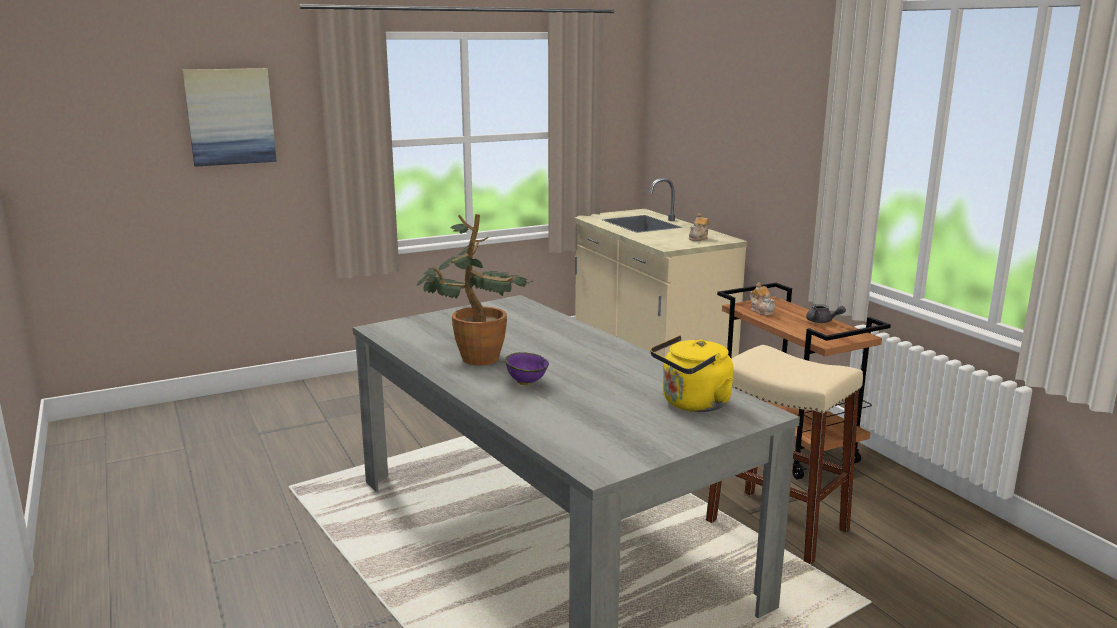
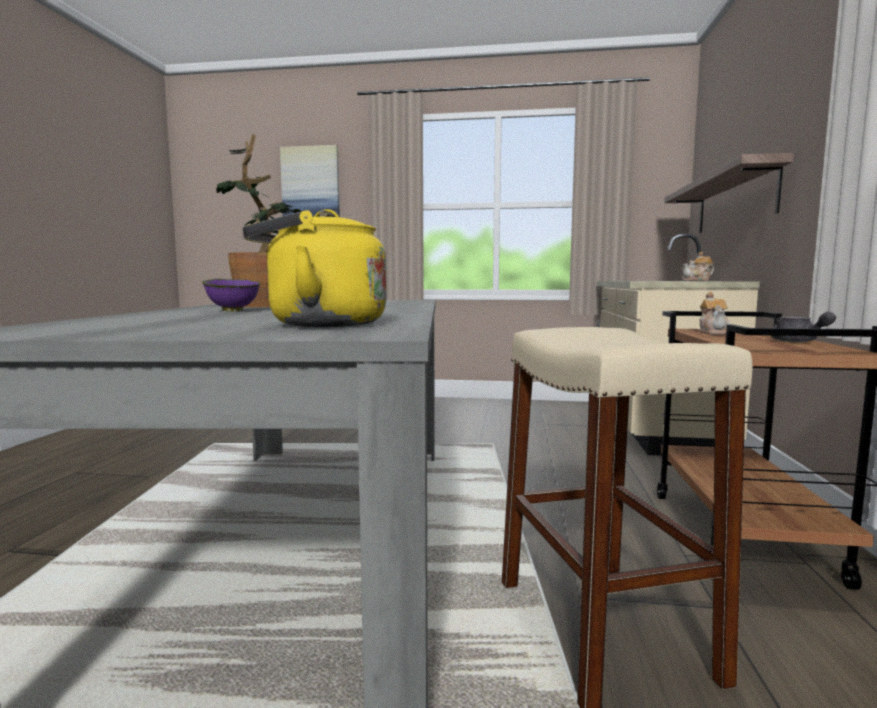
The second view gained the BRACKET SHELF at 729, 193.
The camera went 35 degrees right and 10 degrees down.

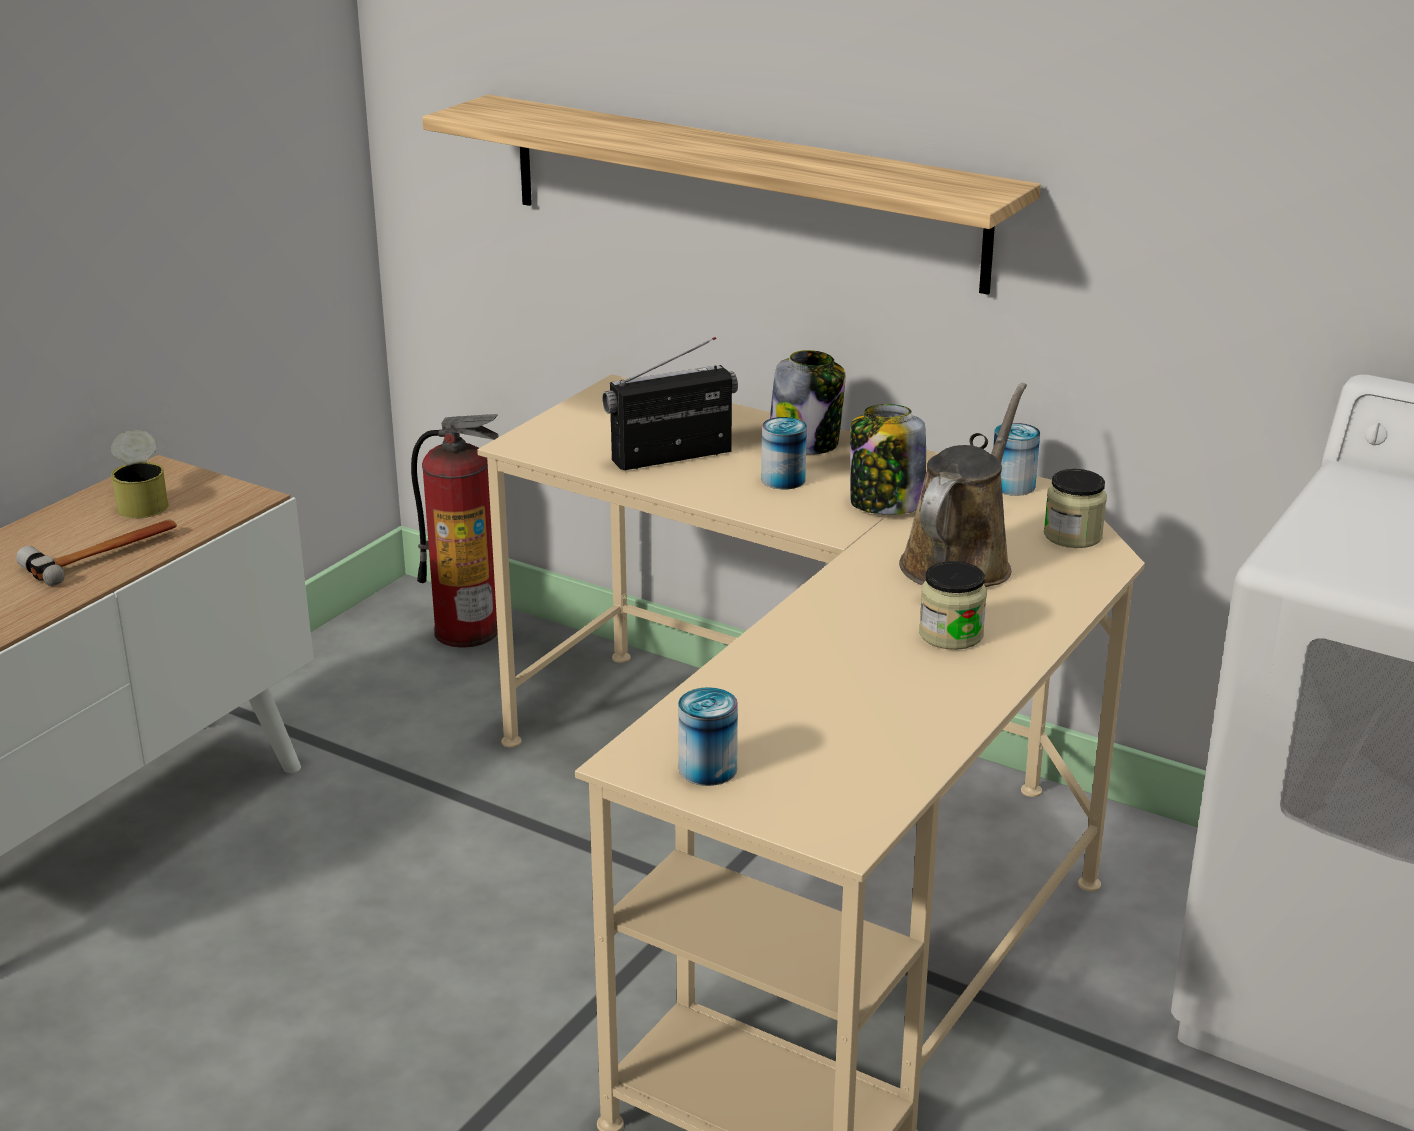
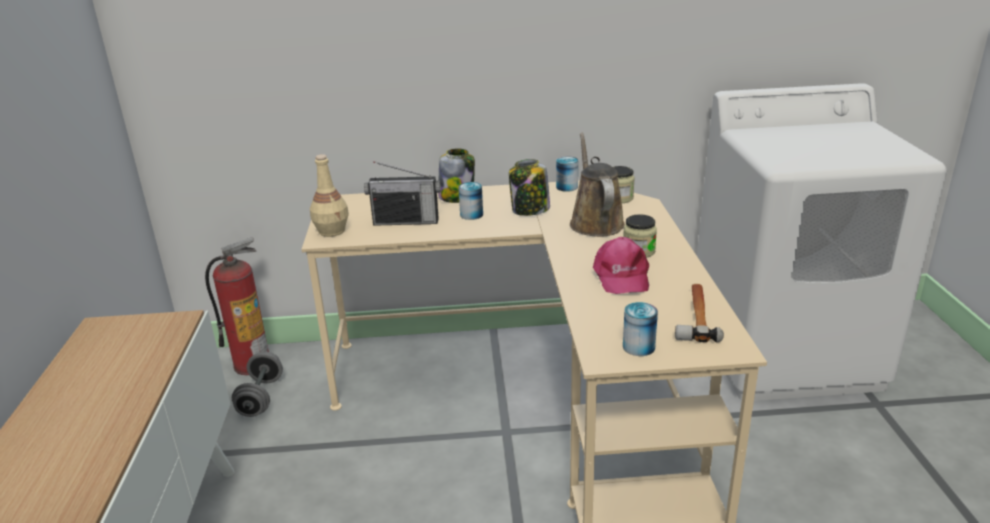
The second view lost the BRACKET SHELF at 731, 195.
The RADIO SET at 670, 403 ended up facing another way, 120 degrees counterclockwise from before.
The second view lost the SEALED CAN at 140, 474.
The TOOL HAMMER ended up elsewhere, having gone from 96, 553 to 699, 313.
The second view gained the BEIGE-COLOURED BOTTLE at 329, 195.
The second view gained the PINK PEAKED CAP at 621, 265.
The second view gained the GRAY HAND WEIGHT at 257, 384.
The camera went 35 degrees left and 0 degrees up.

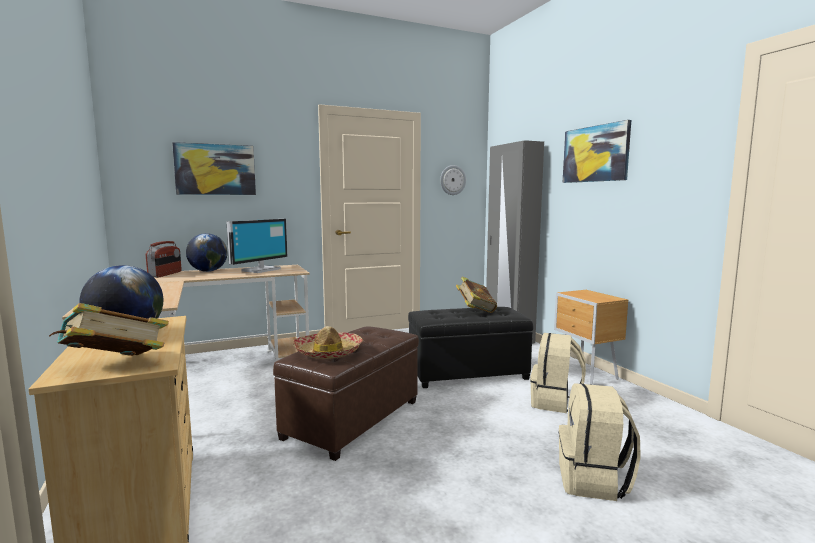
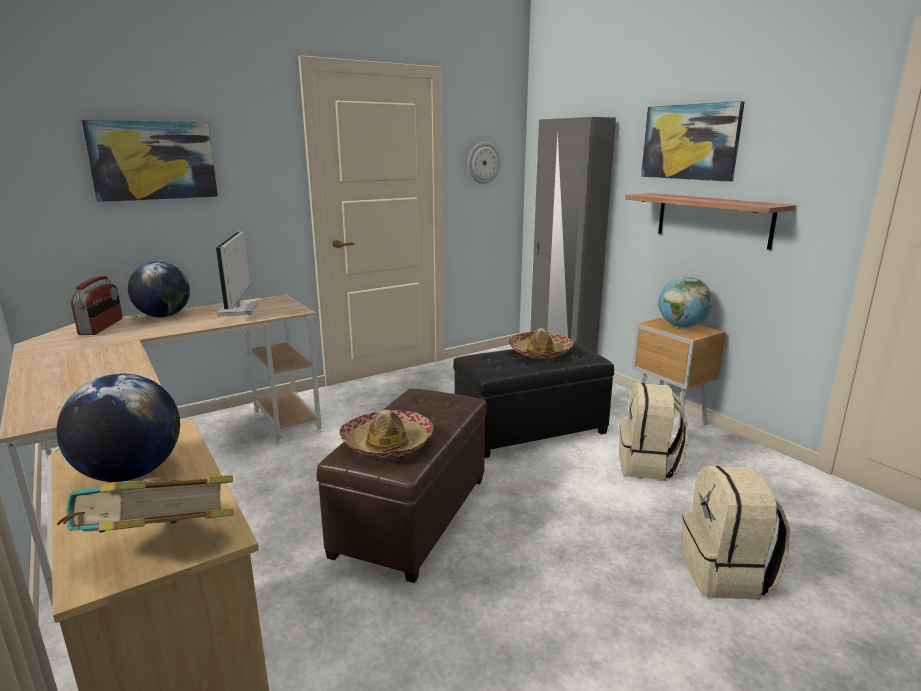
The COMPUTER DISPLAY at 256, 246 ended up facing another way, 150 degrees clockwise from before.
Where the BOUND BOOK stood at 476, 295, the CLOTHING HAT came to stand at 541, 343.
The second view gained the BRACKET SHELF at 710, 221.
The second view gained the DESK GLOBE at 685, 302.
The camera went 10 degrees left and 10 degrees up.

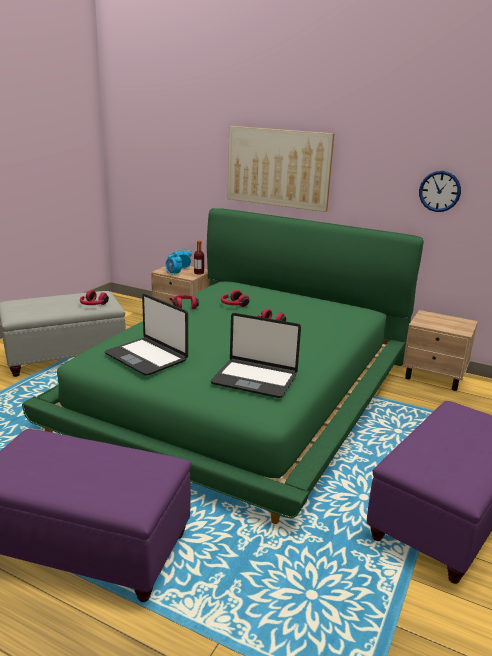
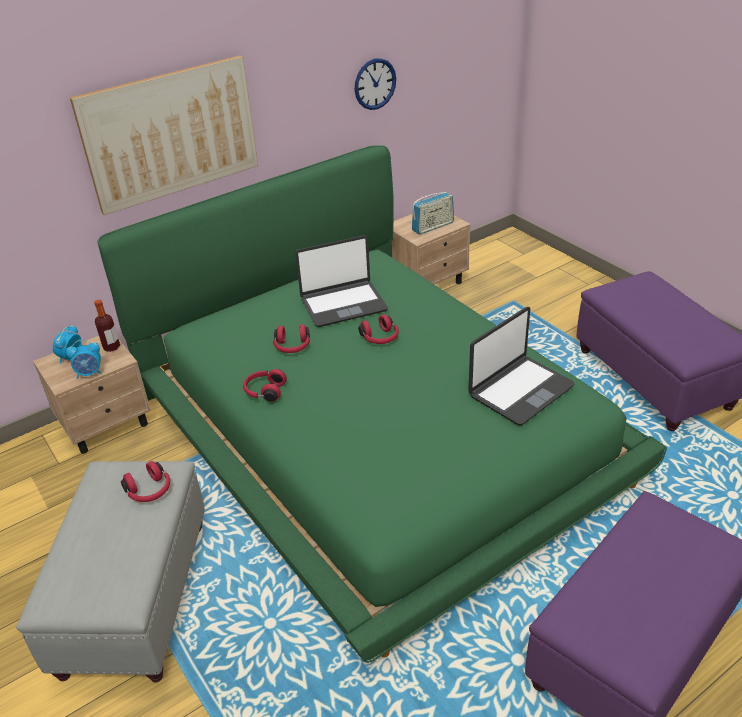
The PORTABLE COMPUTER ended up elsewhere, having gone from 146, 335 to 341, 281.
The second view gained the RADIO SET at 433, 213.
The camera went 60 degrees left and 15 degrees up.

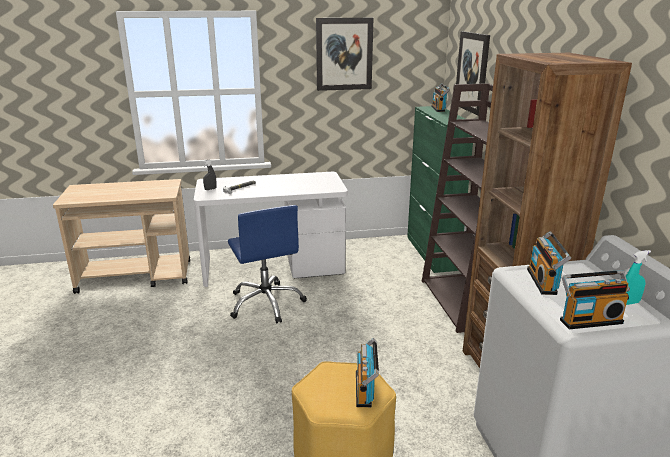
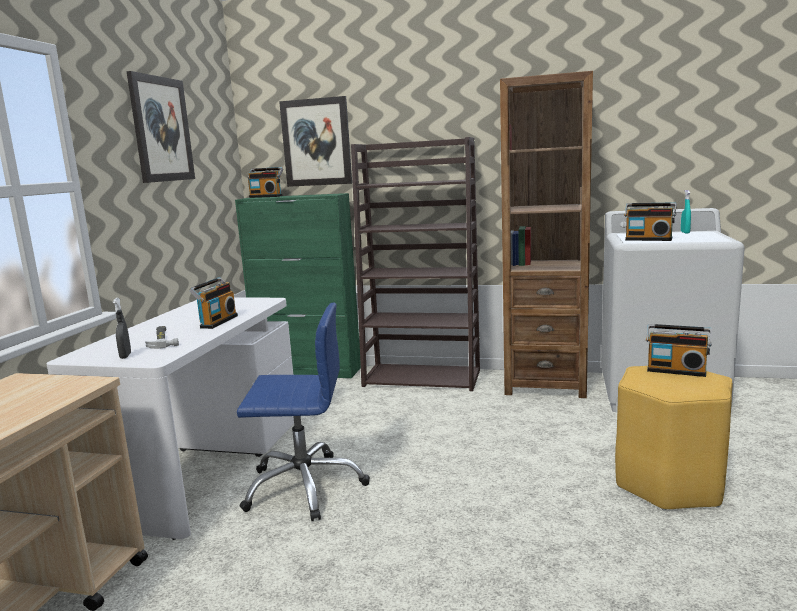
The RADIO SET ended up elsewhere, having gone from 595, 299 to 213, 303.
The camera went 65 degrees left and 10 degrees down.

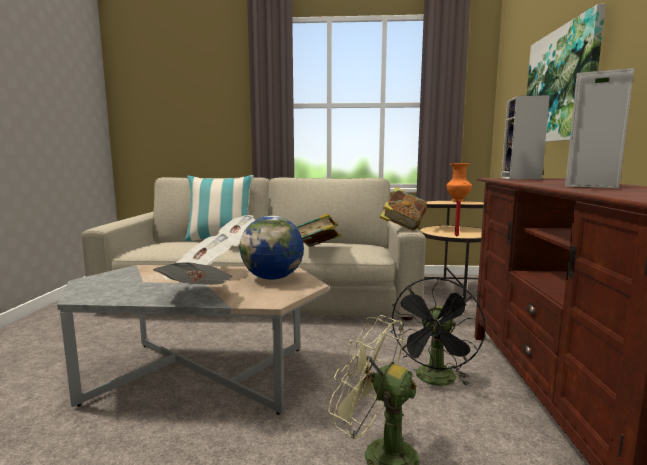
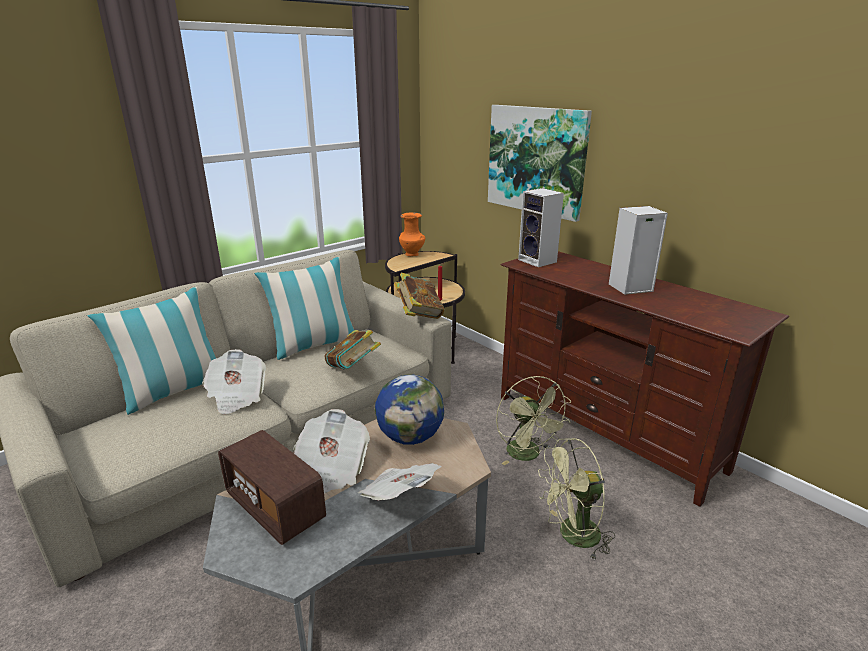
What was the BLACKISH ELECTRIC FAN at 437, 332 turned into the GREEN-COLOURED ELECTRIC FAN at 533, 420.
The second view gained the PILLOW at 304, 308.
The second view gained the RADIO SET at 272, 487.
The camera went 45 degrees left and 15 degrees up.

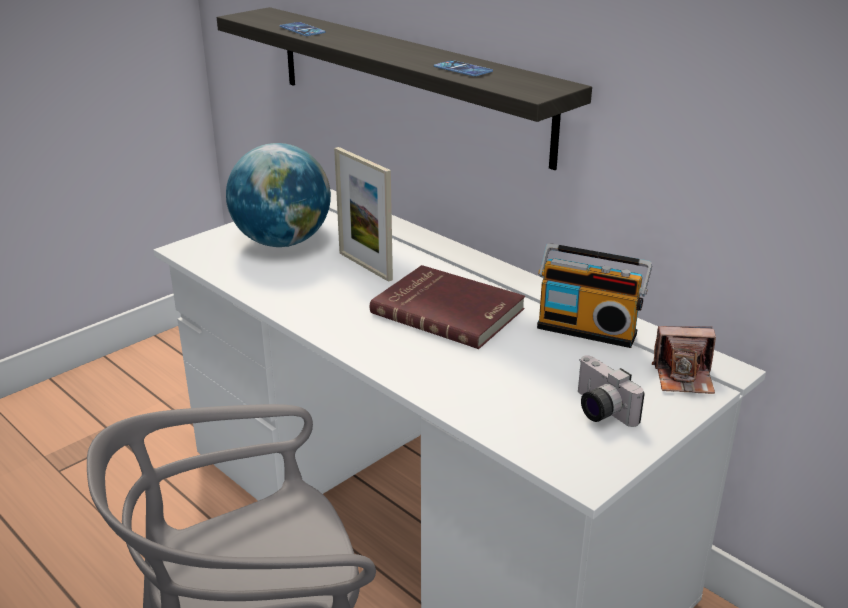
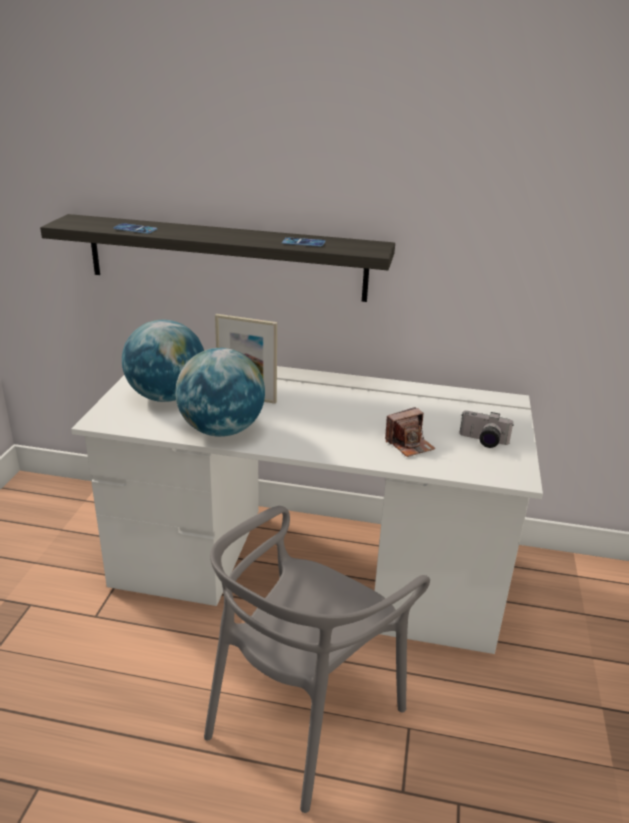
The second view lost the RADIO SET at 594, 295.
The second view lost the RED-COLOURED BOUND BOOK at 447, 307.
The PHOTO CAMERA ended up elsewhere, having gone from 683, 360 to 410, 432.
The second view gained the DESK GLOBE at 220, 392.
The camera went 35 degrees left and 0 degrees up.

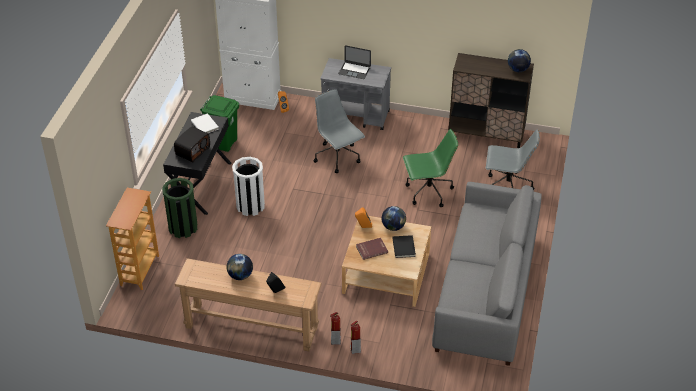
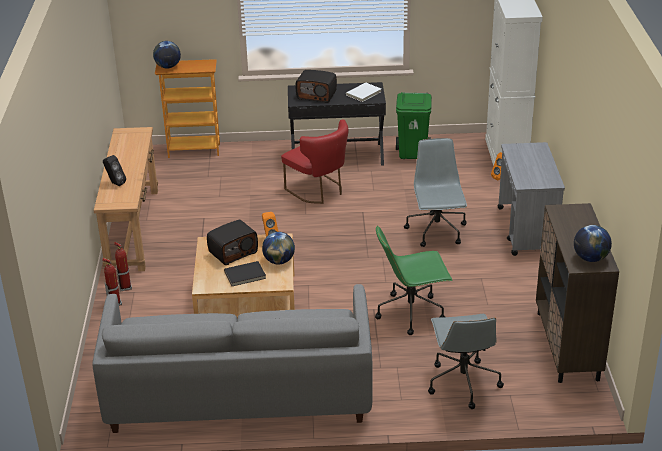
The second view lost the PORTABLE COMPUTER at 354, 62.
The GRAY DESK CHAIR at 339, 131 ended up facing another way, 45 degrees counterclockwise from before.
The GREEN-COLOURED DESK CHAIR at 430, 168 ended up facing another way, 105 degrees clockwise from before.
Where the WHITISH WASTE BIN stood at 248, 186, the RED-COLOURED UPRIGHT CHAIR came to stand at 315, 161.
The second view lost the GREEN-COLOURED WASTE BIN at 180, 208.
Where the RED-COLOURED BOUND BOOK stood at 372, 249, the RADIO SET came to stand at 232, 242.
The DESK GLOBE ended up elsewhere, having gone from 239, 267 to 167, 54.
The camera went 75 degrees right and 10 degrees down.

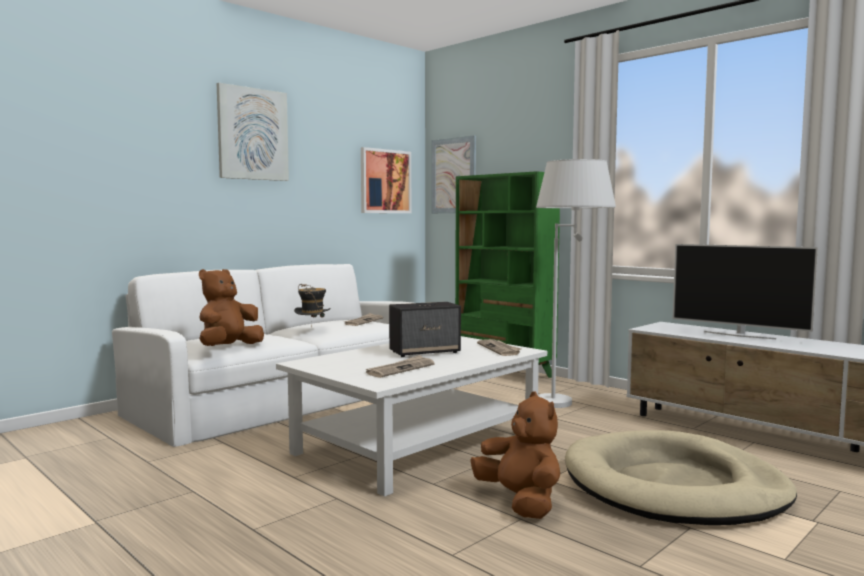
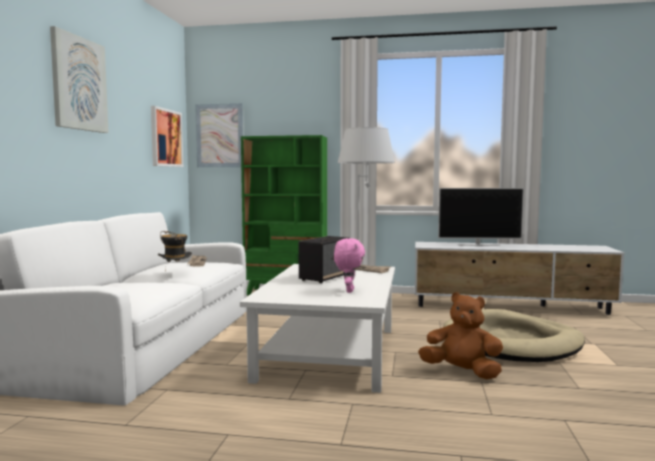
The second view lost the BROWNISH SOFT TOY at 231, 307.
Where the DAILY PAPER stood at 400, 366, the PINK SOFT TOY came to stand at 349, 265.
The camera went 35 degrees left and 0 degrees up.

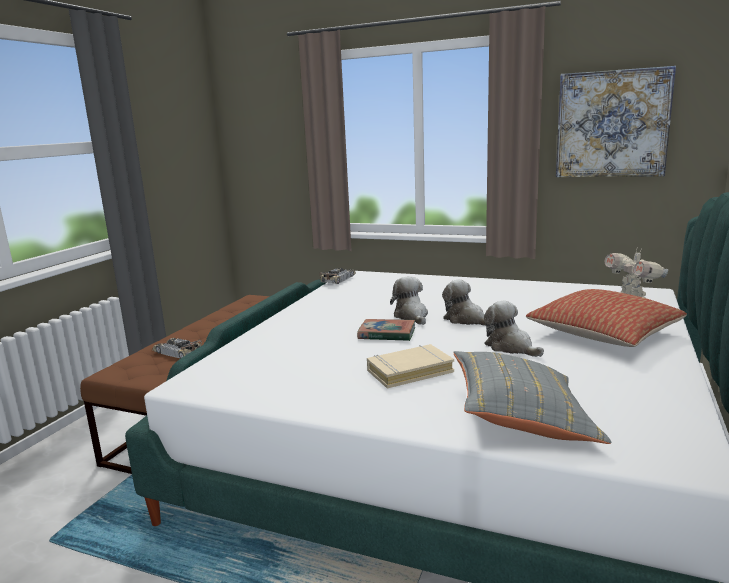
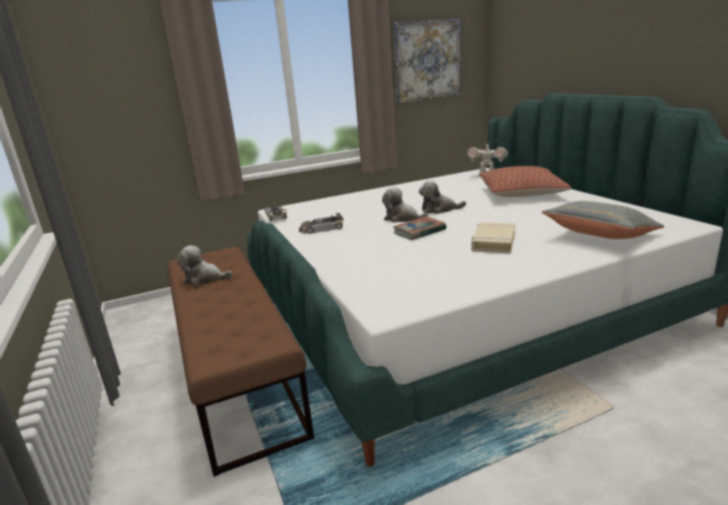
The SOFT TOY ended up elsewhere, having gone from 514, 328 to 204, 265.
The MINIATURE CAR ended up elsewhere, having gone from 177, 348 to 321, 223.
The camera went 45 degrees left and 5 degrees up.

